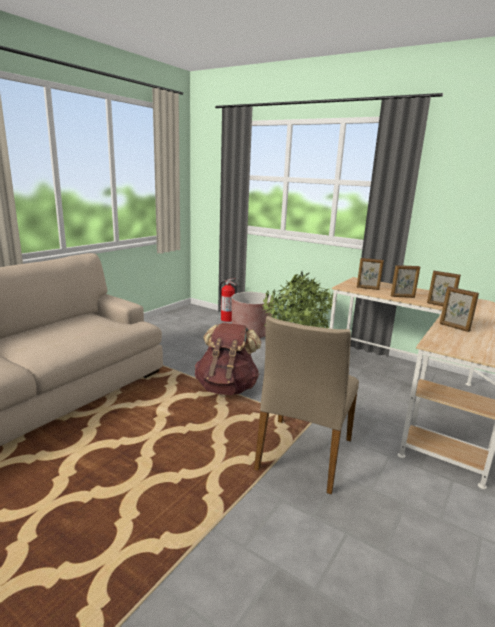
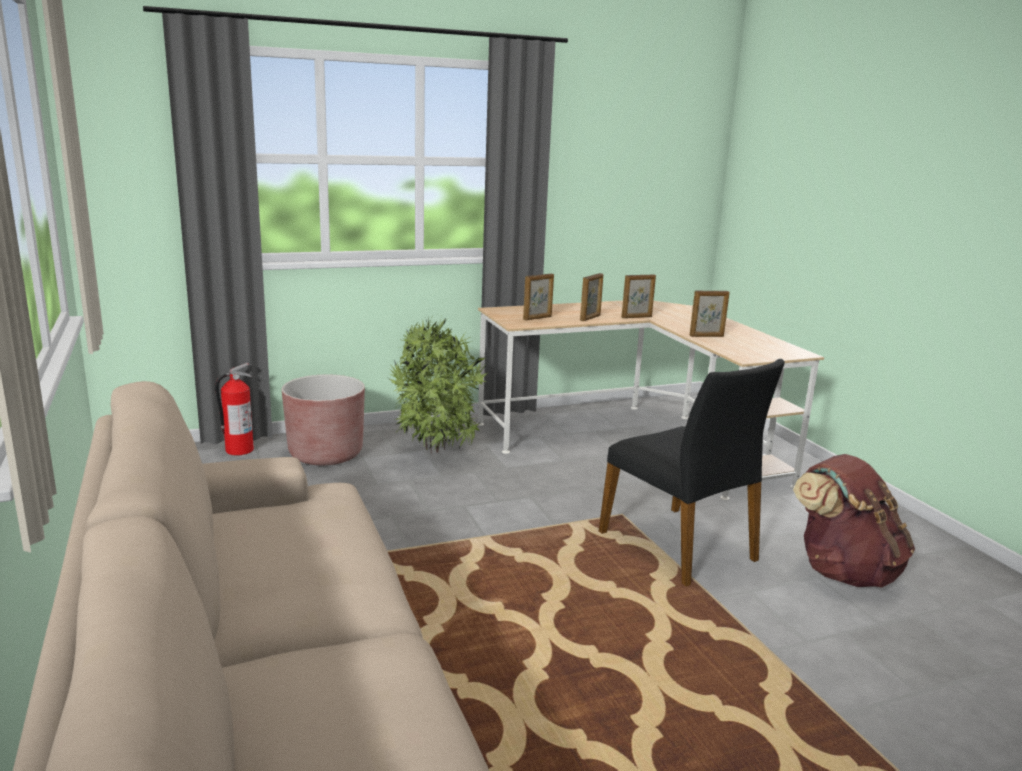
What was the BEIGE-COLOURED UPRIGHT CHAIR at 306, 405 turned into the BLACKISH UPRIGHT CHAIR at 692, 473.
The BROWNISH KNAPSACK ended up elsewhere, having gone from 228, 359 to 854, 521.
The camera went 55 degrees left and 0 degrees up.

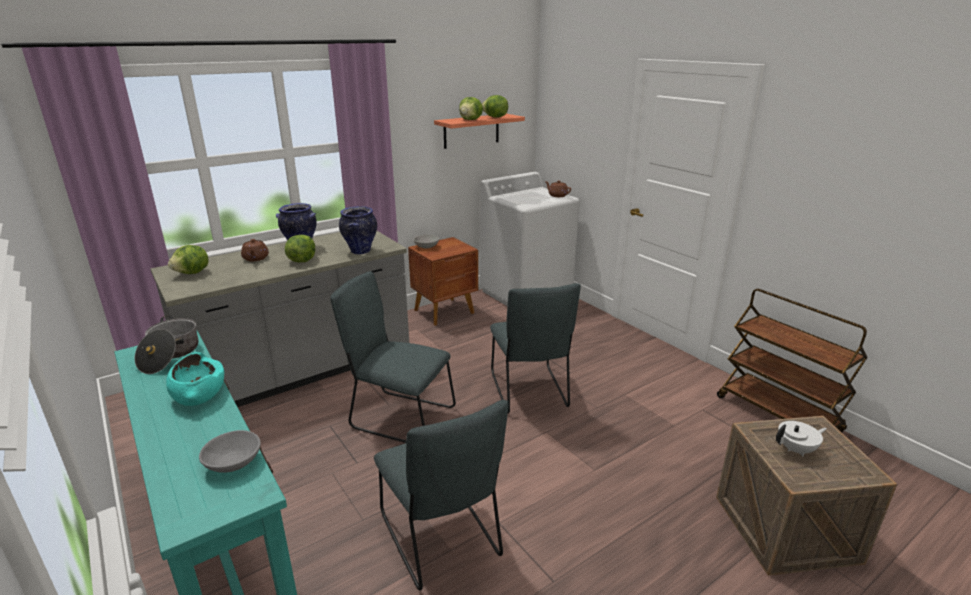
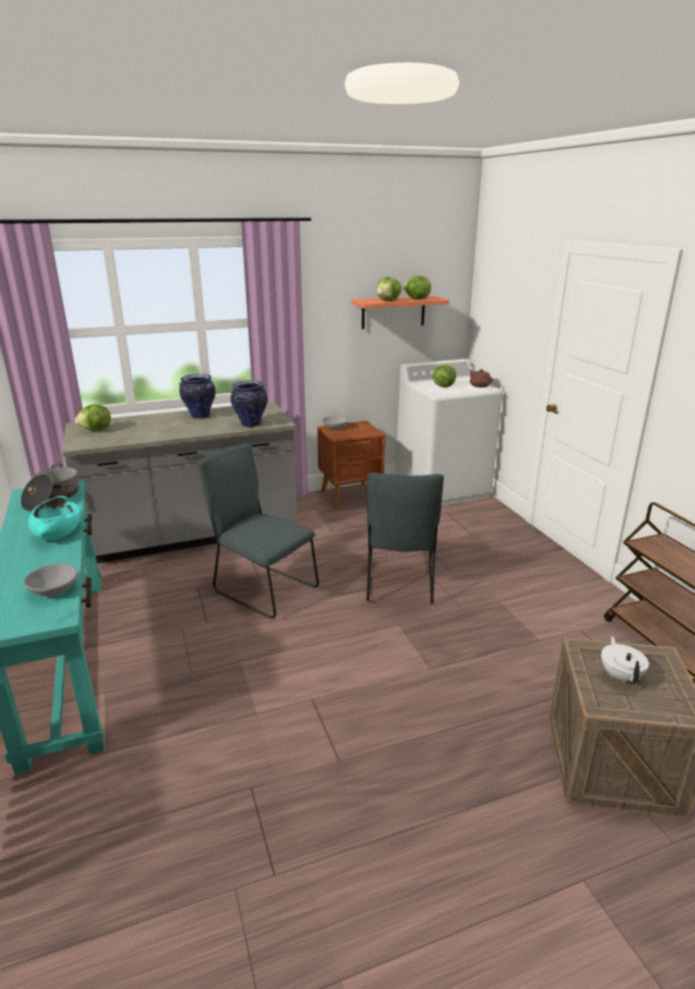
The LETTUCE HEAD ended up elsewhere, having gone from 300, 248 to 444, 376.
The second view lost the BROWNISH POT FOR TEA at 255, 250.
The second view lost the GRAY UPRIGHT CHAIR at 441, 495.
The WHITISH POT FOR TEA at 801, 438 ended up facing another way, 90 degrees counterclockwise from before.
The camera went 15 degrees right and 0 degrees up.

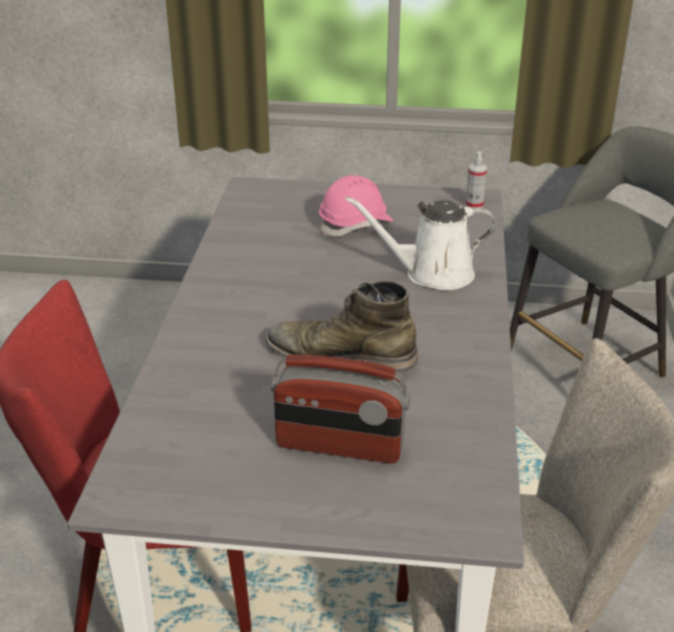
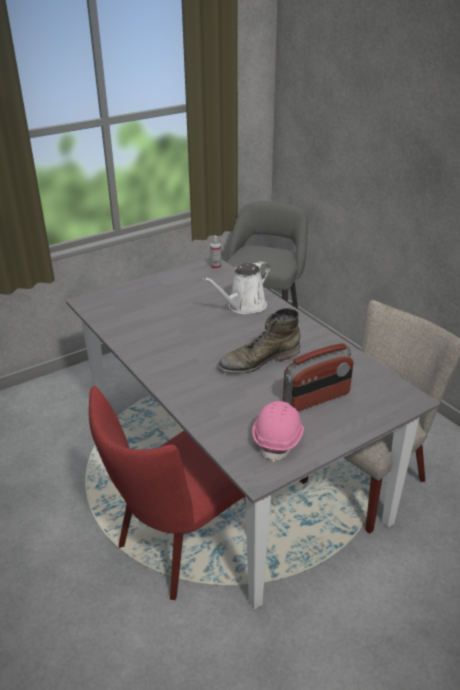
The PINK SAFETY HELMET ended up elsewhere, having gone from 356, 206 to 278, 431.
The camera went 40 degrees left and 0 degrees up.

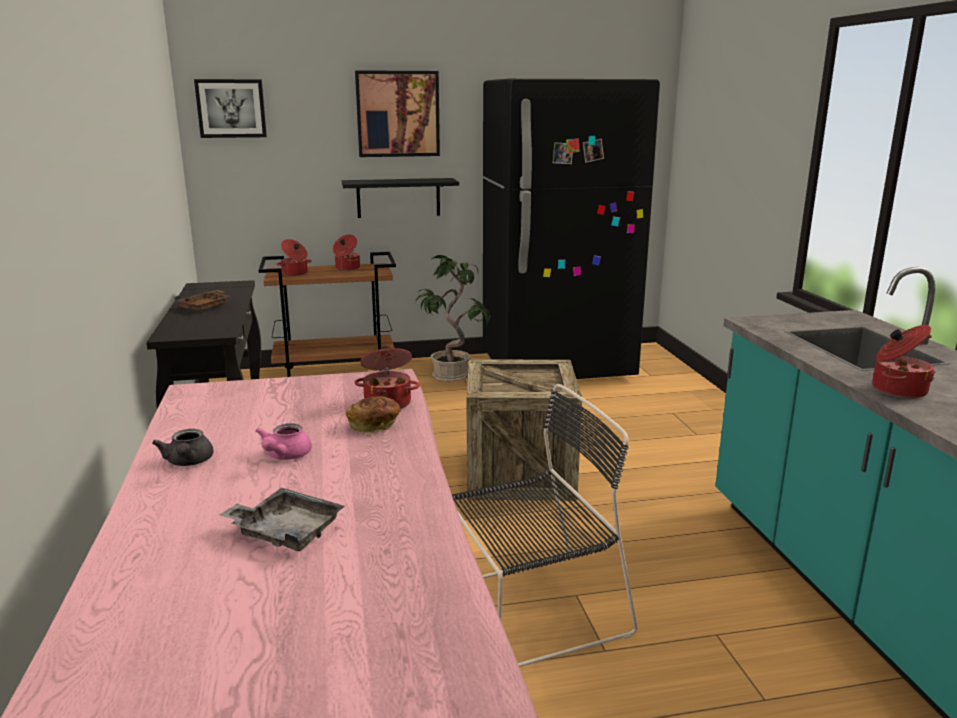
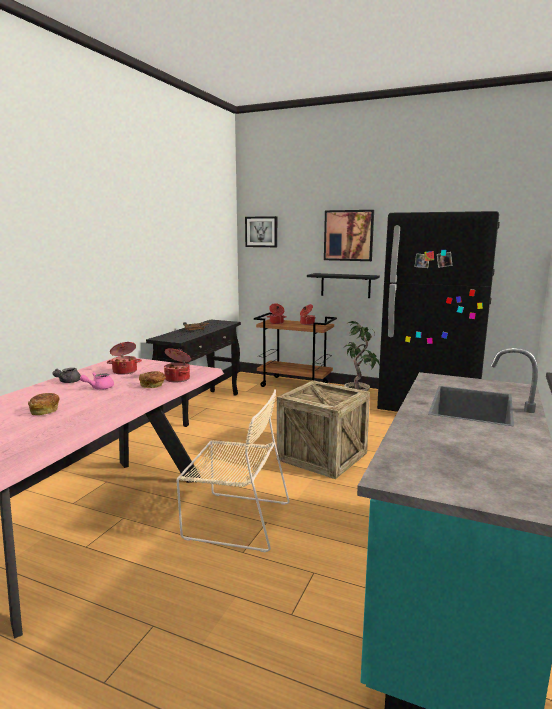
The SAUCEPOT ended up elsewhere, having gone from 904, 361 to 124, 358.
What was the BLACKISH UPRIGHT CHAIR at 544, 525 turned into the BEIGE-COLOURED UPRIGHT CHAIR at 233, 471.
Where the GRAY SERVING TRAY stood at 282, 519, the BREAD came to stand at 43, 404.
The camera went 35 degrees right and 5 degrees down.

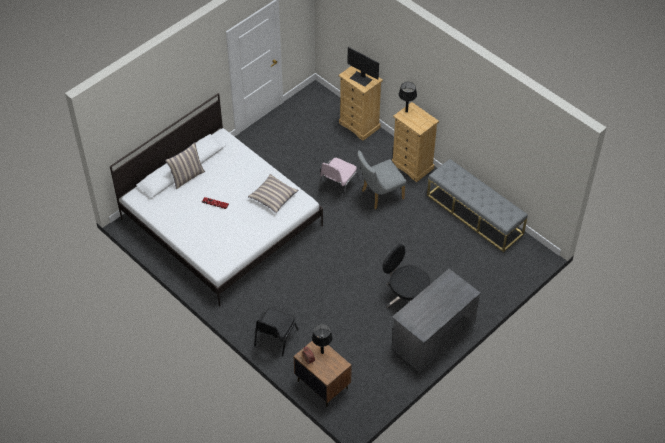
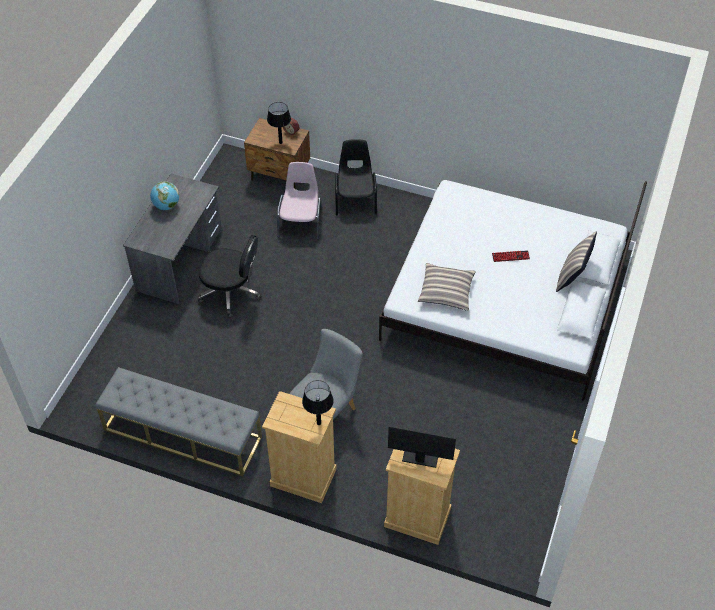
The PINK UPRIGHT CHAIR ended up elsewhere, having gone from 339, 179 to 299, 201.
The second view gained the DESK GLOBE at 164, 195.
The camera went 155 degrees right and 0 degrees up.

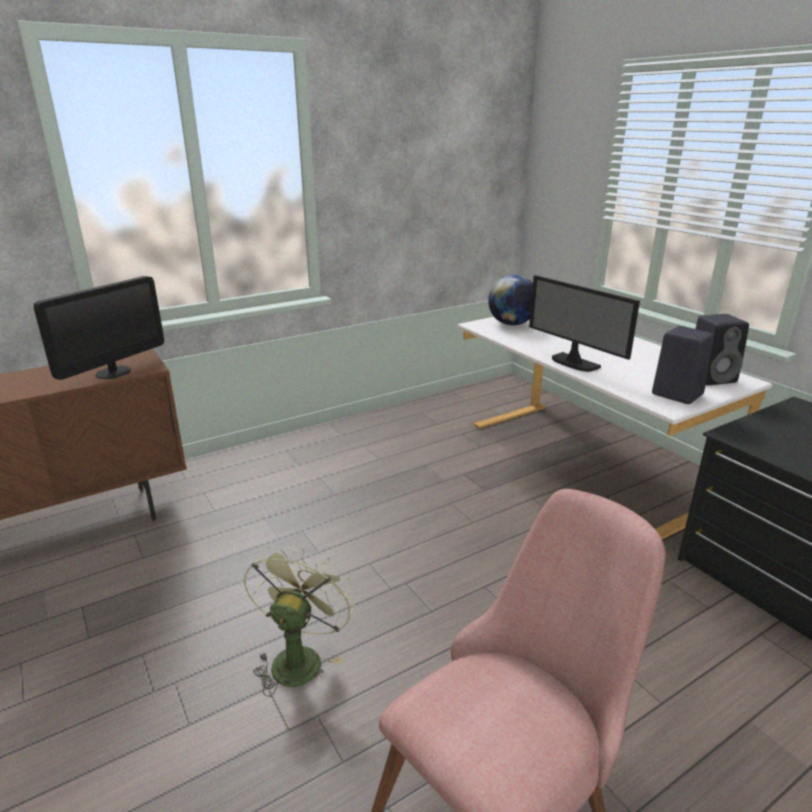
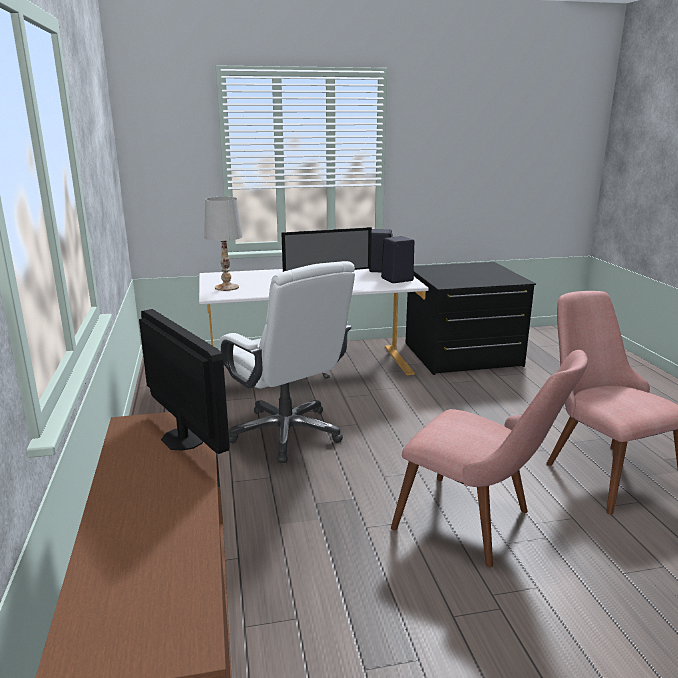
Where the DESK GLOBE stood at 510, 300, the WHITISH TABLETOP LAMP came to stand at 223, 244.
Where the GREEN-COLOURED ELECTRIC FAN stood at 299, 620, the PINK UPRIGHT CHAIR came to stand at 489, 458.
The second view gained the WHITISH DESK CHAIR at 287, 362.
The camera went 70 degrees left and 5 degrees down.

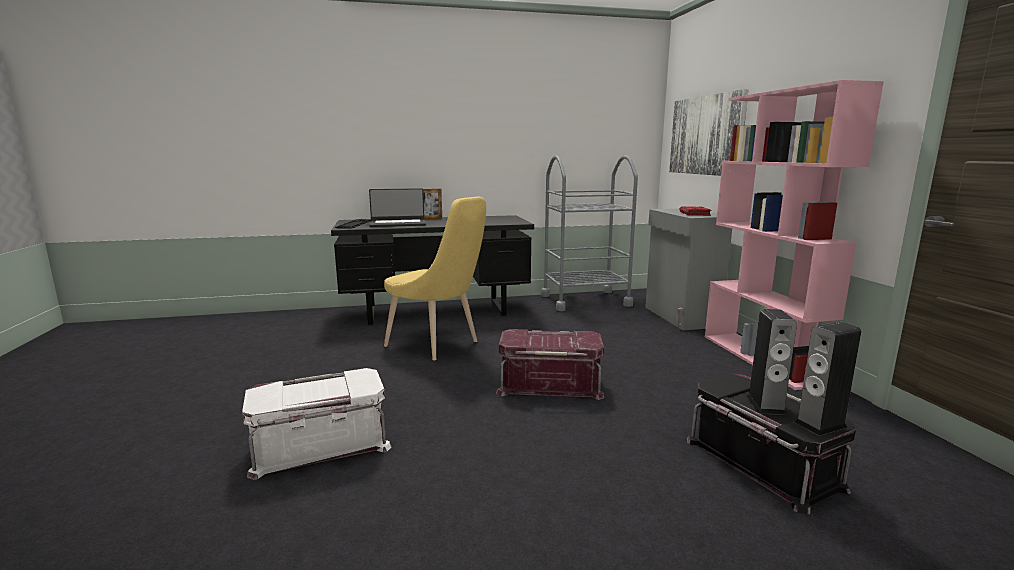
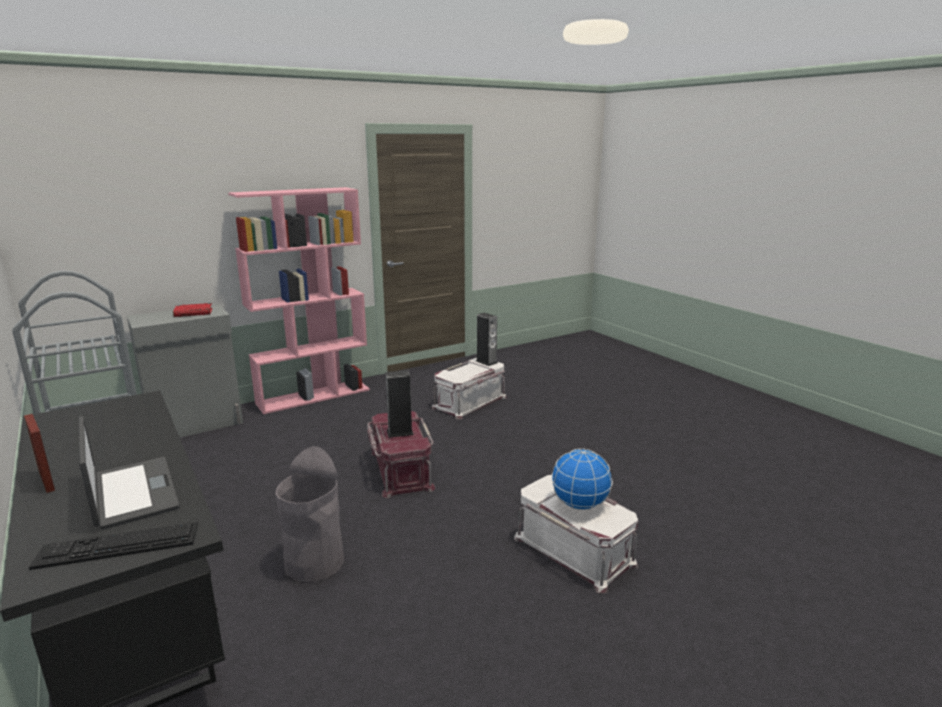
The second view lost the WALL PICTURE at 709, 132.
Where the YELLOW UPRIGHT CHAIR stood at 435, 279, the GRAY WASTE BIN came to stand at 310, 514.
The SPEAKER ended up elsewhere, having gone from 772, 362 to 400, 404.
What was the BLACKISH STORAGE BIN at 771, 444 turned into the WHITISH STORAGE BIN at 469, 388.
The second view gained the DESK GLOBE at 582, 479.
The camera went 110 degrees left and 5 degrees up.

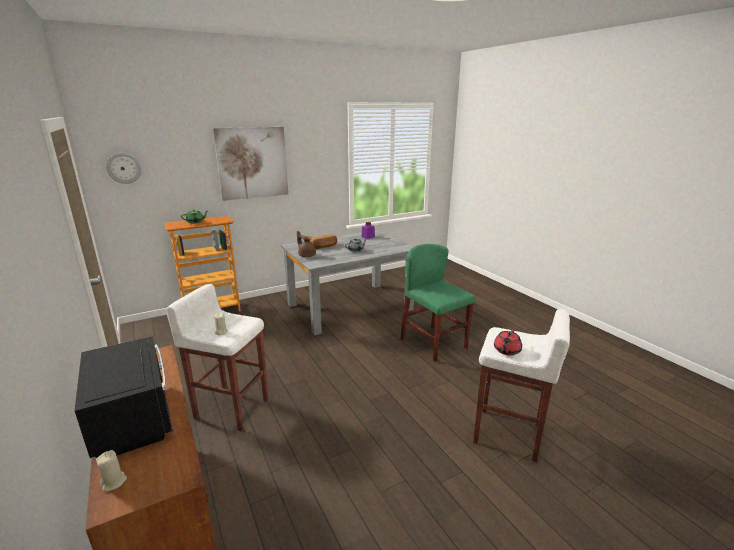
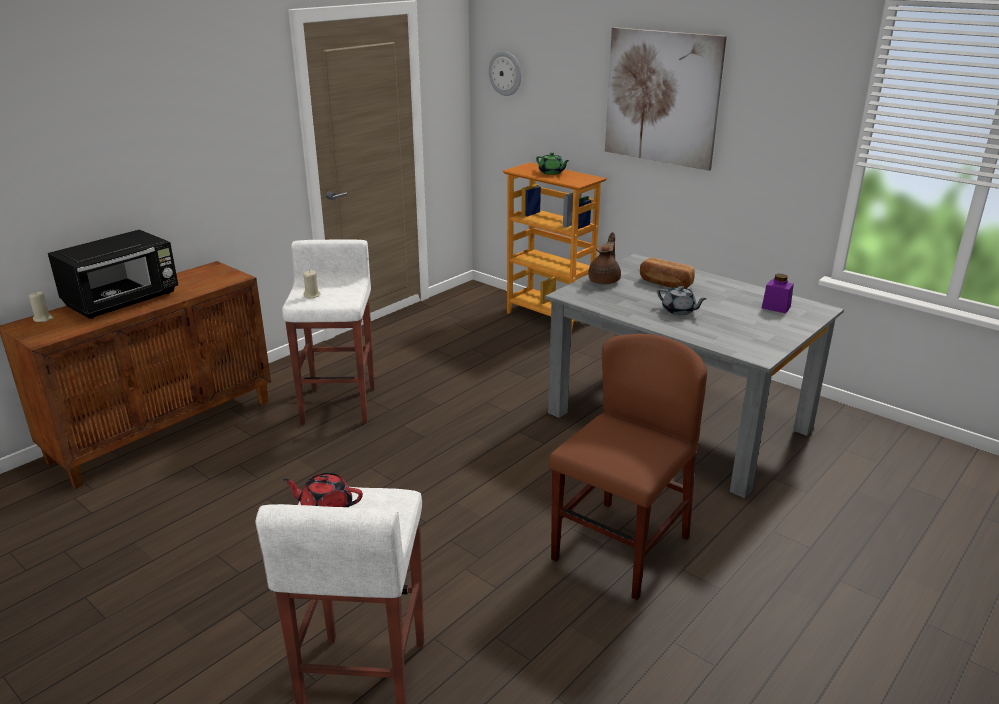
What was the GREEN-COLOURED UPRIGHT CHAIR at 438, 303 turned into the BROWNISH UPRIGHT CHAIR at 628, 467.
The camera went 70 degrees right and 5 degrees up.

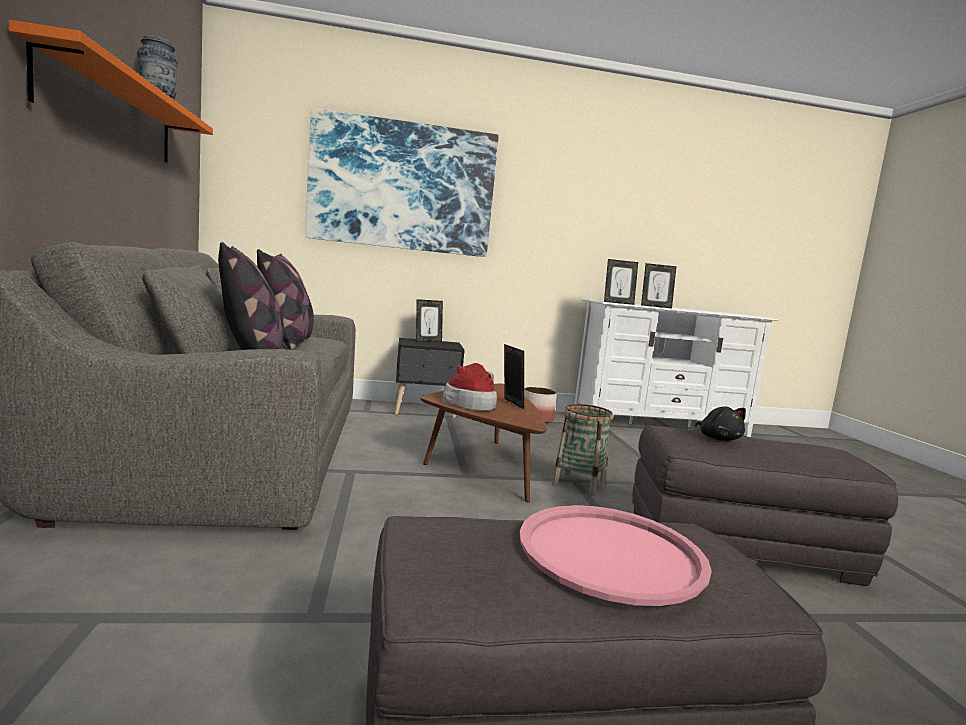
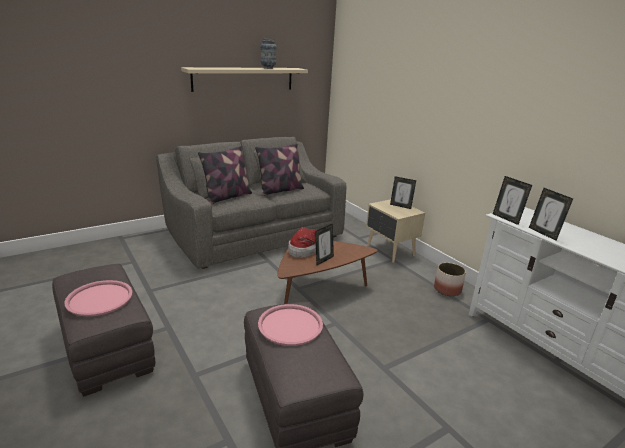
What was the ORANGE-COLOURED BRACKET SHELF at 111, 91 turned into the BEIGE-COLOURED BRACKET SHELF at 244, 79.
The second view lost the WALL PICTURE at 402, 182.
What was the BLACKISH NIGHT TABLE at 430, 378 turned into the BEIGE-COLOURED NIGHT TABLE at 395, 231.
The second view lost the HOUSEHOLD BASKET at 582, 450.
Where the BLACKISH SOFT TOY stood at 720, 423, the PINK SERVING TRAY came to stand at 290, 325.
The camera went 65 degrees right and 15 degrees up.

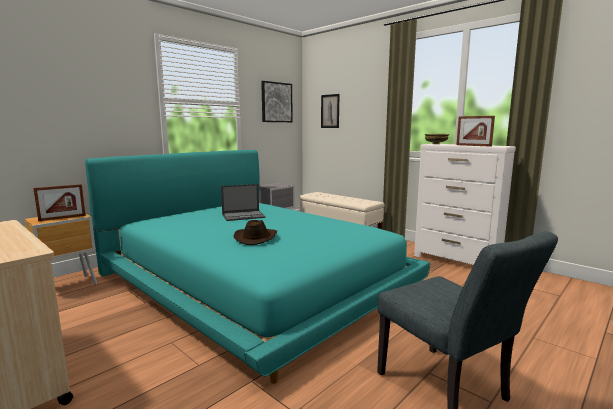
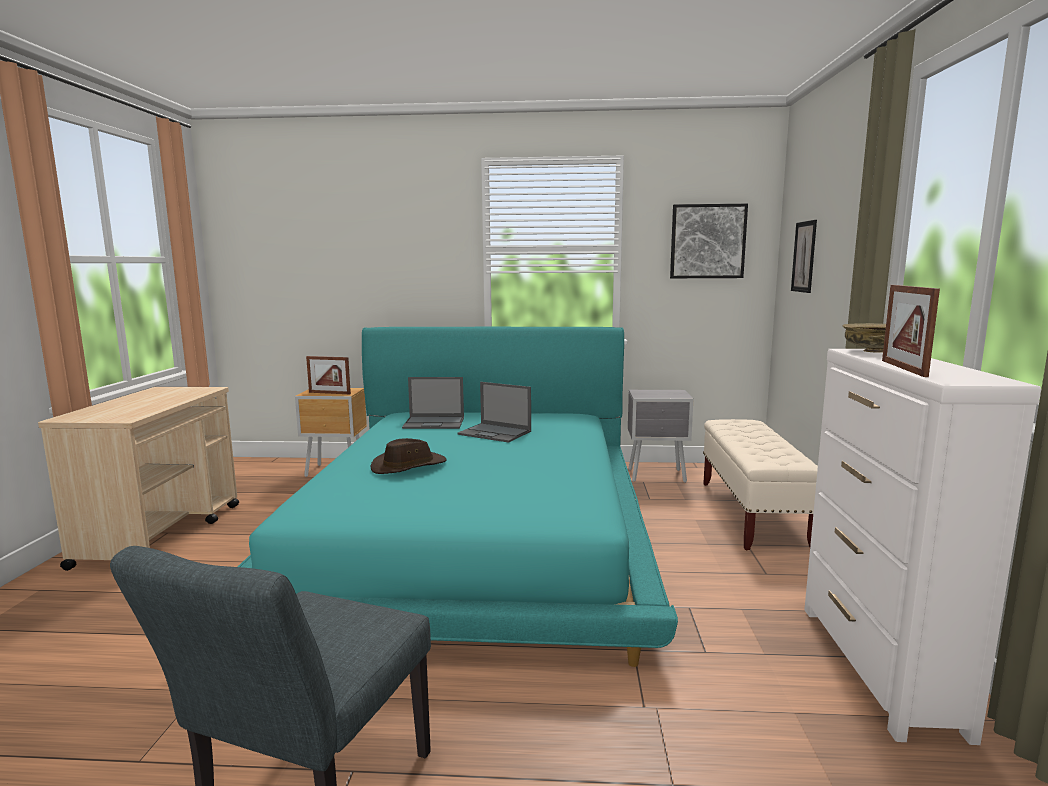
The second view gained the PORTABLE COMPUTER at 433, 403.
The camera went 50 degrees right and 0 degrees up.

